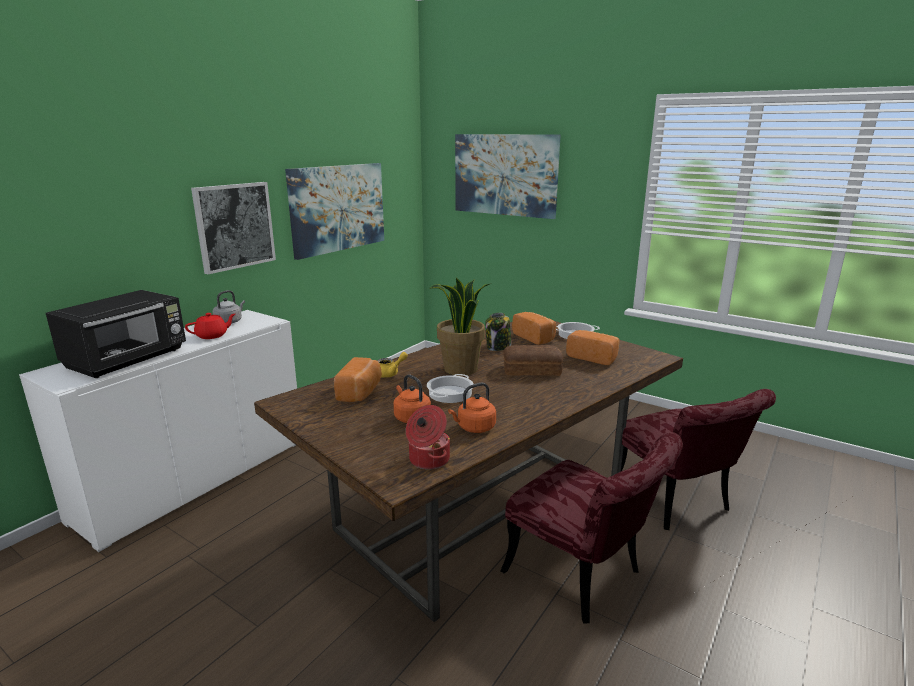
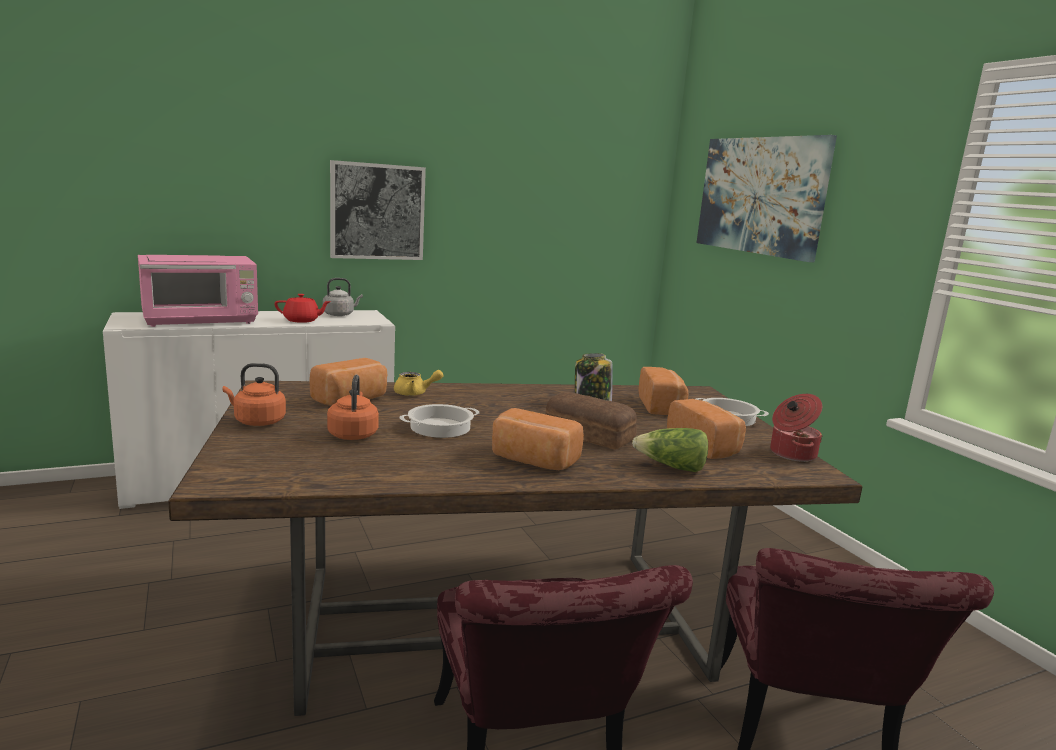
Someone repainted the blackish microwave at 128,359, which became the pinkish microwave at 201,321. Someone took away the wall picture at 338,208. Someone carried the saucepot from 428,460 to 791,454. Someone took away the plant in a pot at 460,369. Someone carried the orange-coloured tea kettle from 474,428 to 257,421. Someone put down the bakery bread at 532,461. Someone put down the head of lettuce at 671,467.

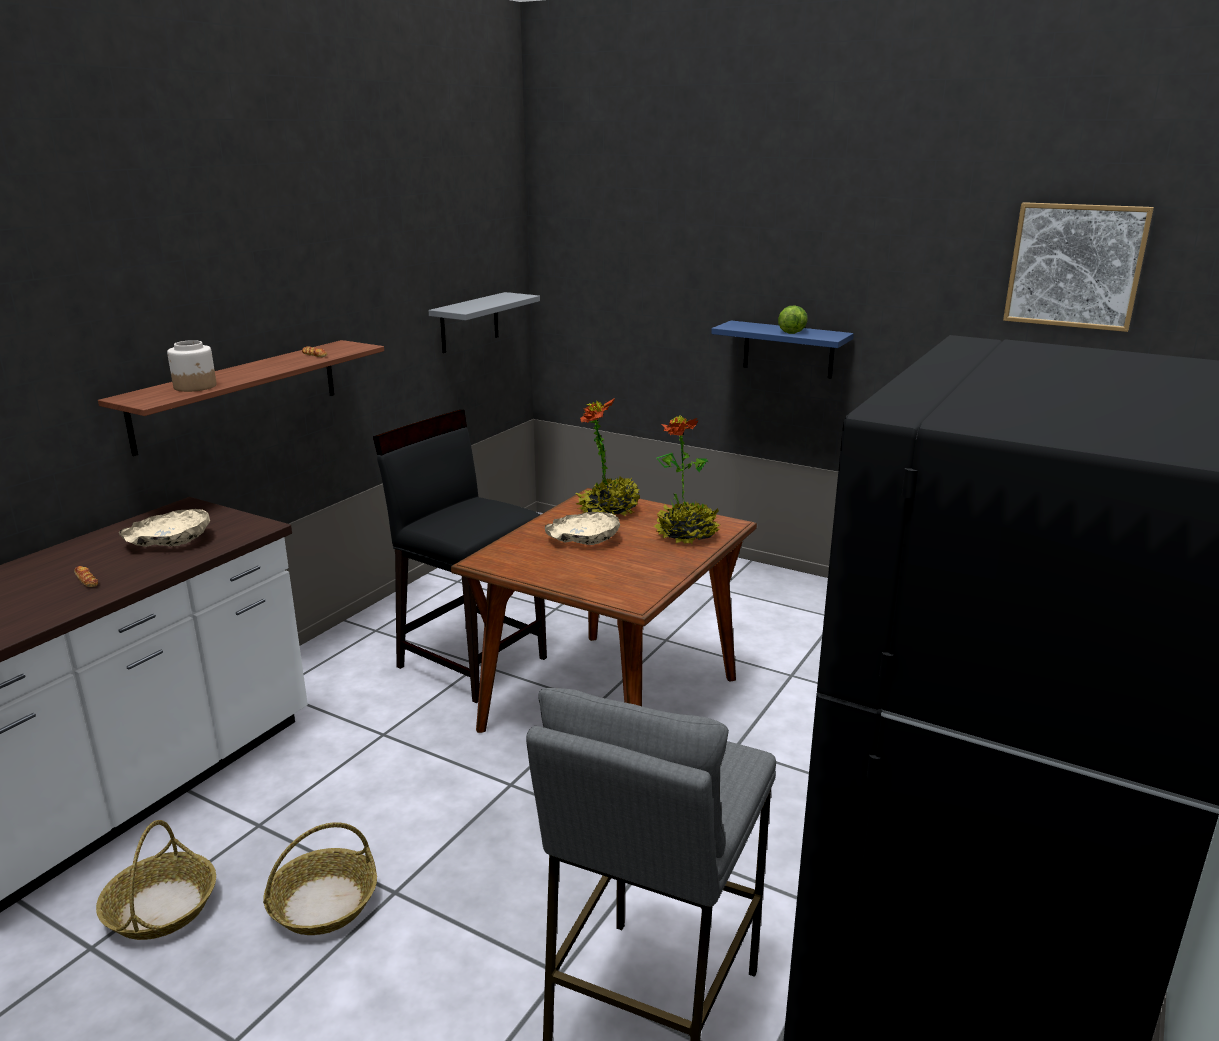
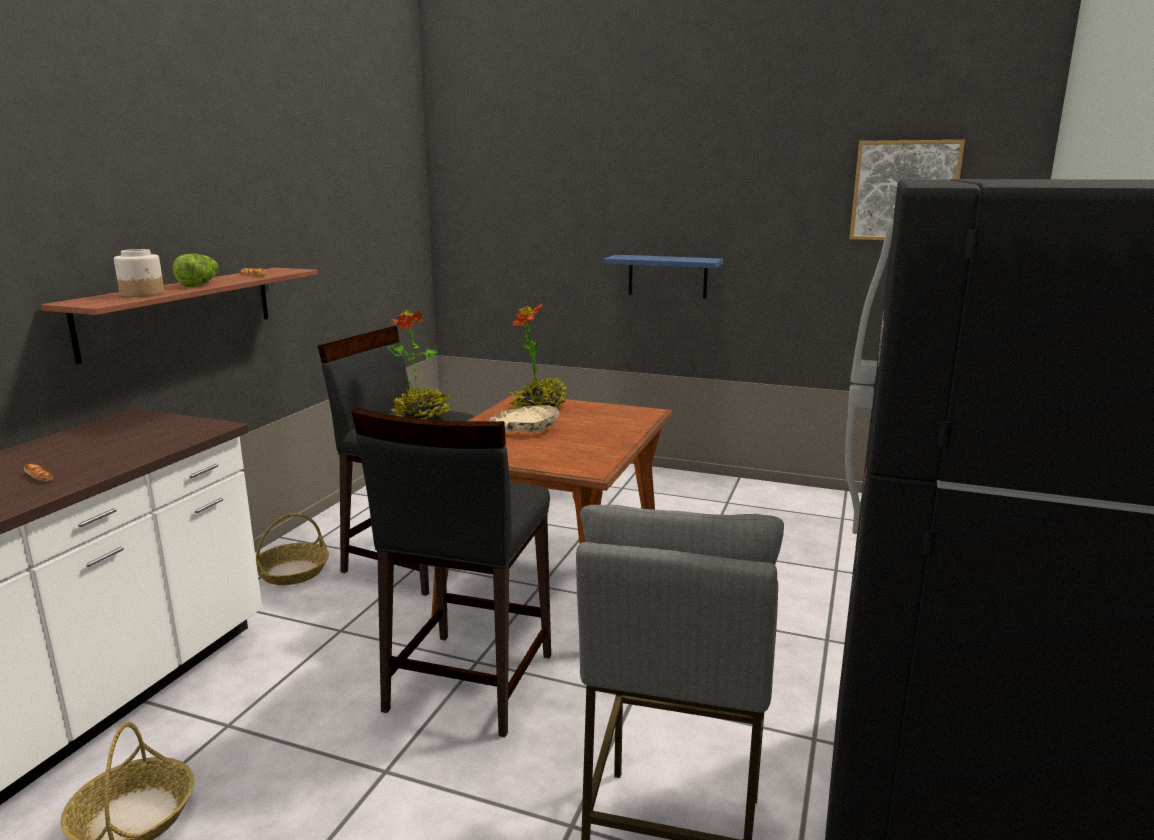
Someone took away the beige-coloured serving bowl at 170,541. Someone carried the basket from 323,904 to 292,572. Someone took away the gray wall shelf at 469,322. Someone carried the plant in a pot from 686,535 to 422,417. Someone carried the head of lettuce from 791,331 to 200,284. Someone put down the blackish sitting stool at 468,682.

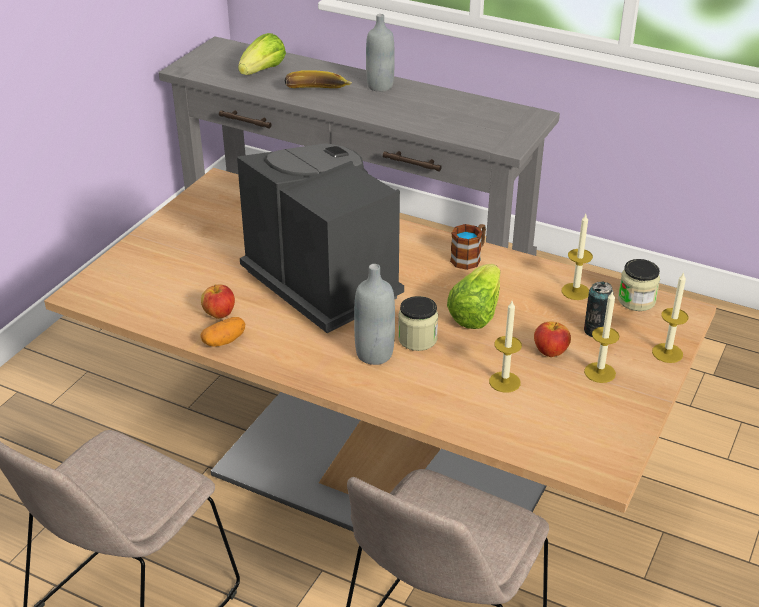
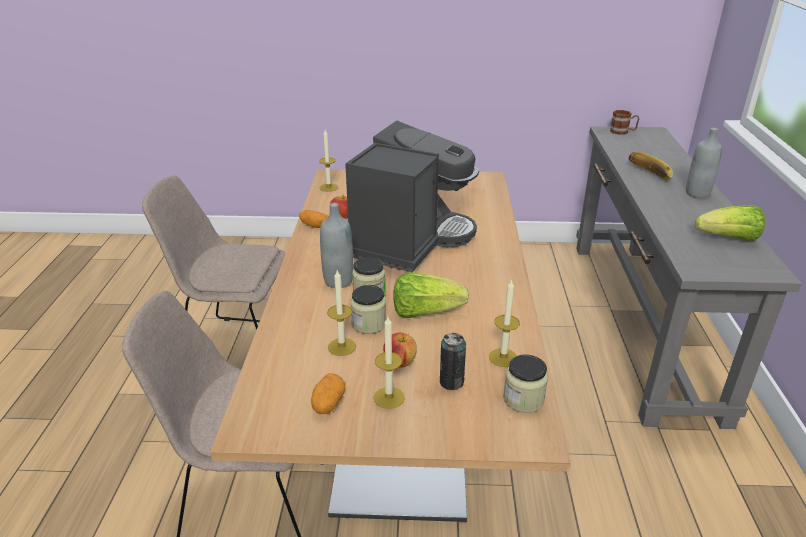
Someone carried the head of lettuce from 263,71 to 729,239. Someone carried the tea mug from 469,258 to 623,132. Someone carried the candle from 667,353 to 329,187. Someone put down the spud at 328,403. Someone put down the preserve jar at 369,324.

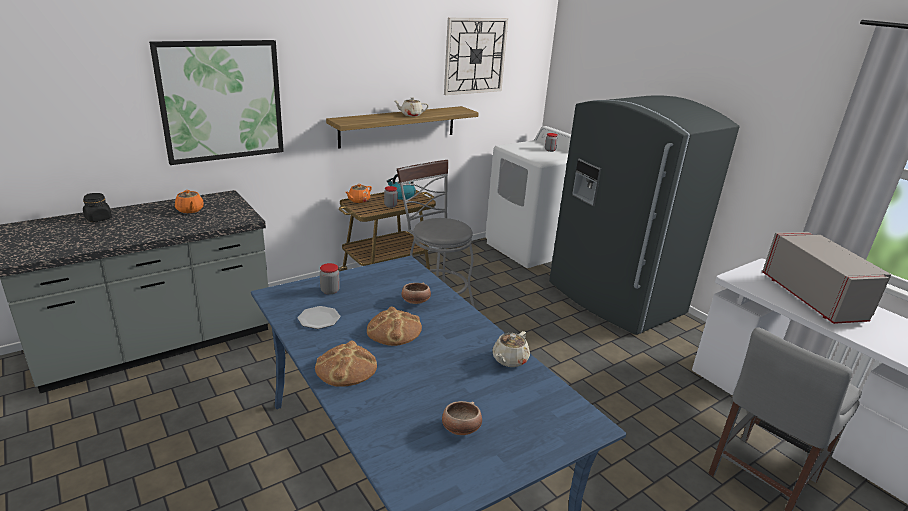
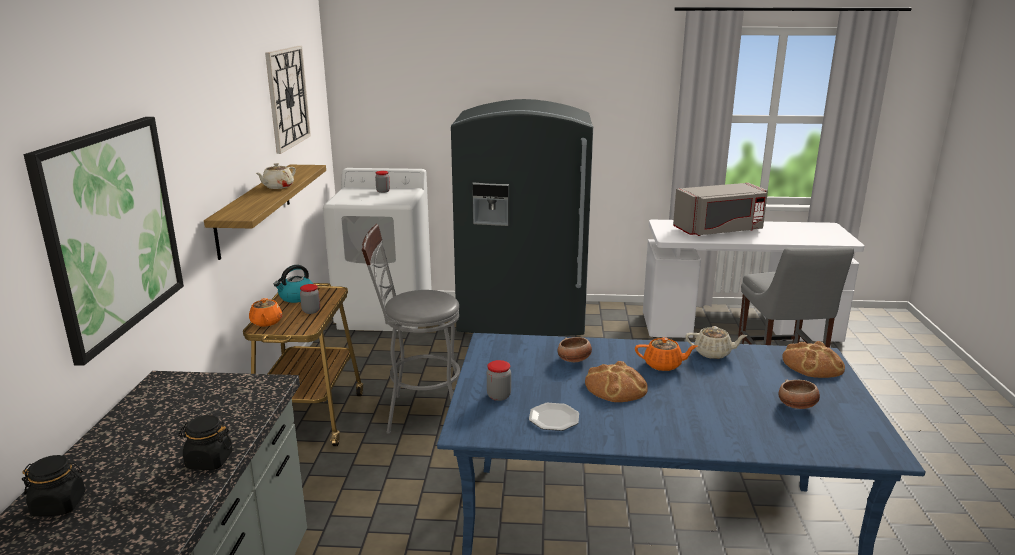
Someone carried the orange-coloured pot for tea from 190,210 to 663,365. Someone carried the bakery bread from 346,367 to 813,364. Someone rotated the beige-coloured pot for tea at 509,360 by 60 degrees counterclockwise. Someone rotated the gray microwave at 814,298 by 135 degrees clockwise. Someone put down the blackish preserve jar at 209,461.

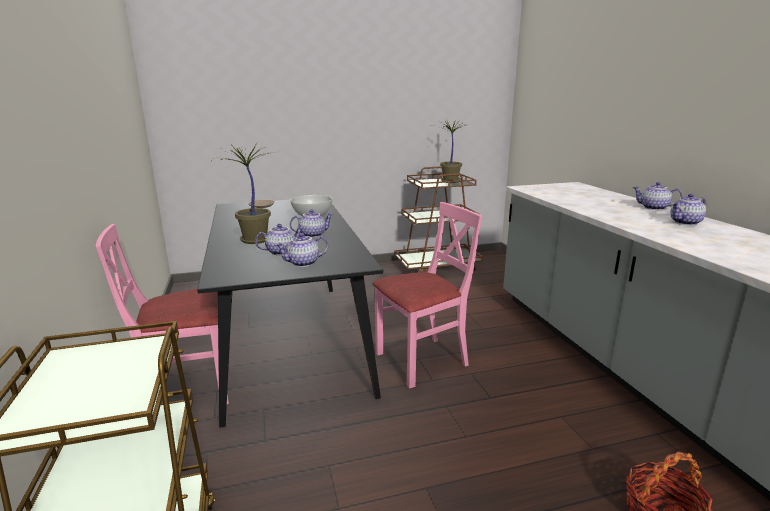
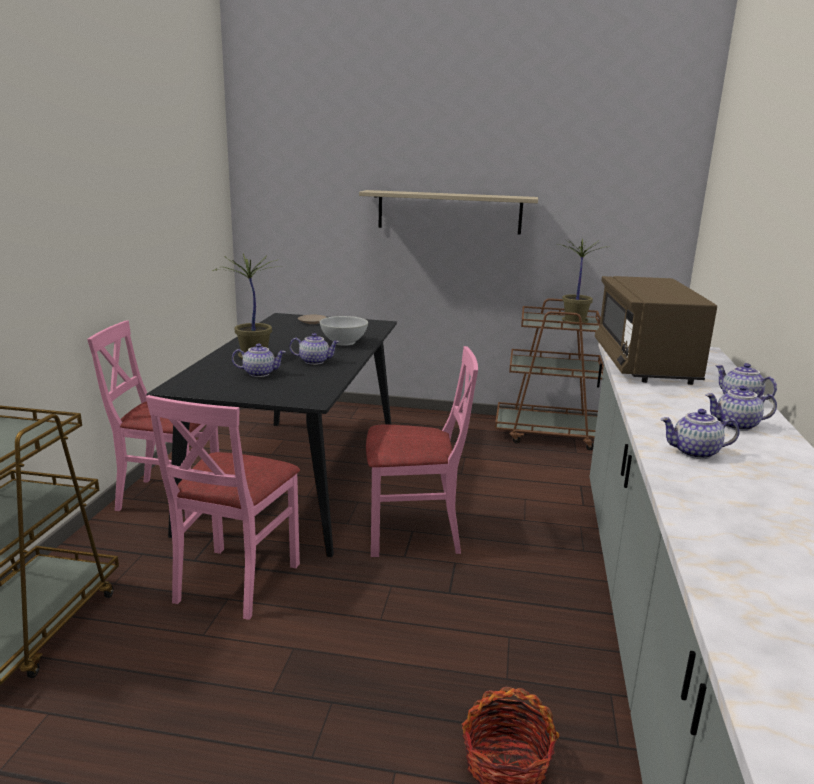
Someone carried the pot for tea from 303,263 to 695,453. Someone put down the pinkish upright chair at 235,581. Someone put up the wall shelf at 449,212. Someone put down the brown microwave at 644,364.

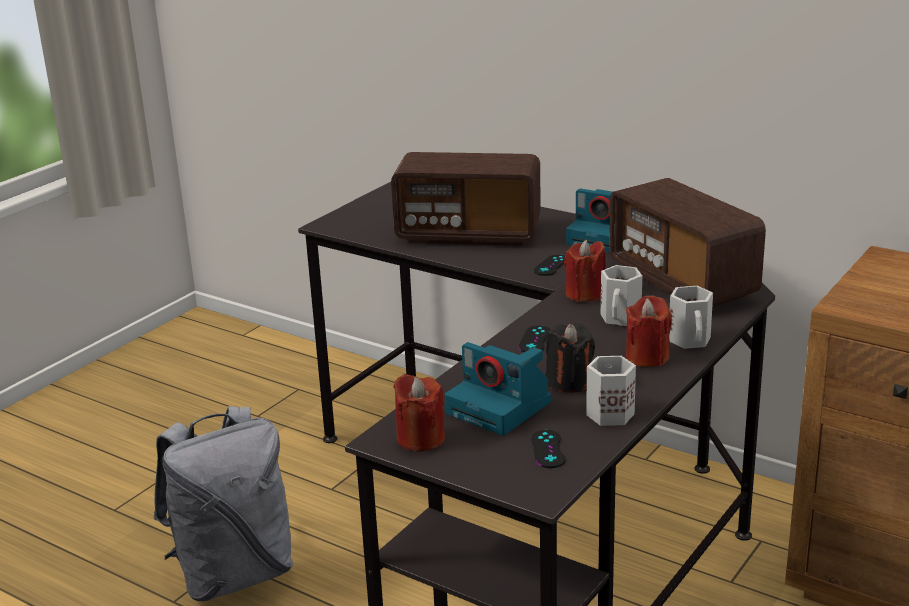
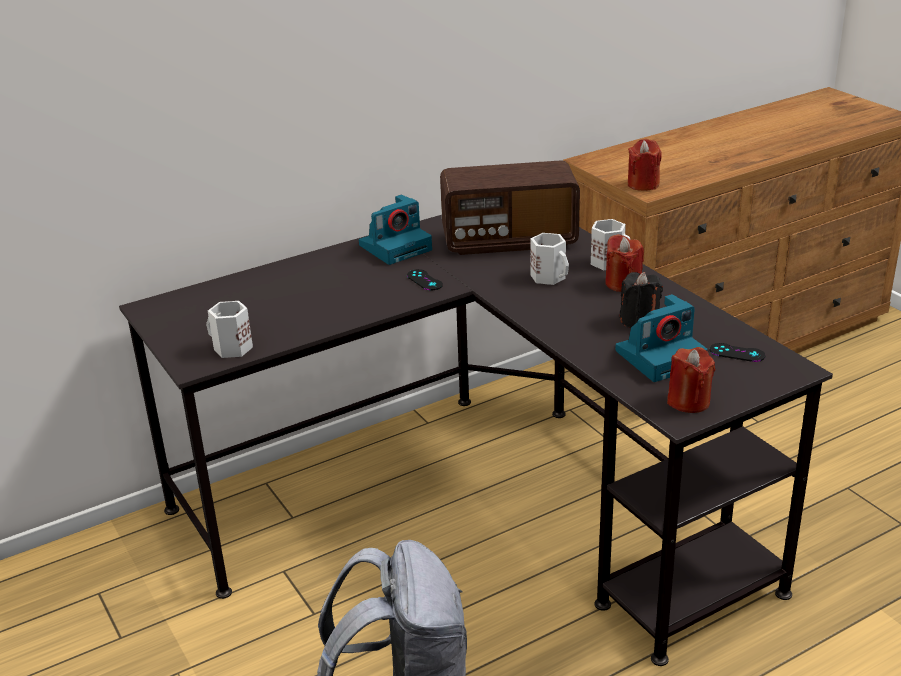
Someone took away the radio receiver at 468,234. Someone took away the blackish gamepad at 535,340. Someone carried the reddish candle from 585,294 to 643,184. Someone carried the white tea mug from 608,413 to 231,348.

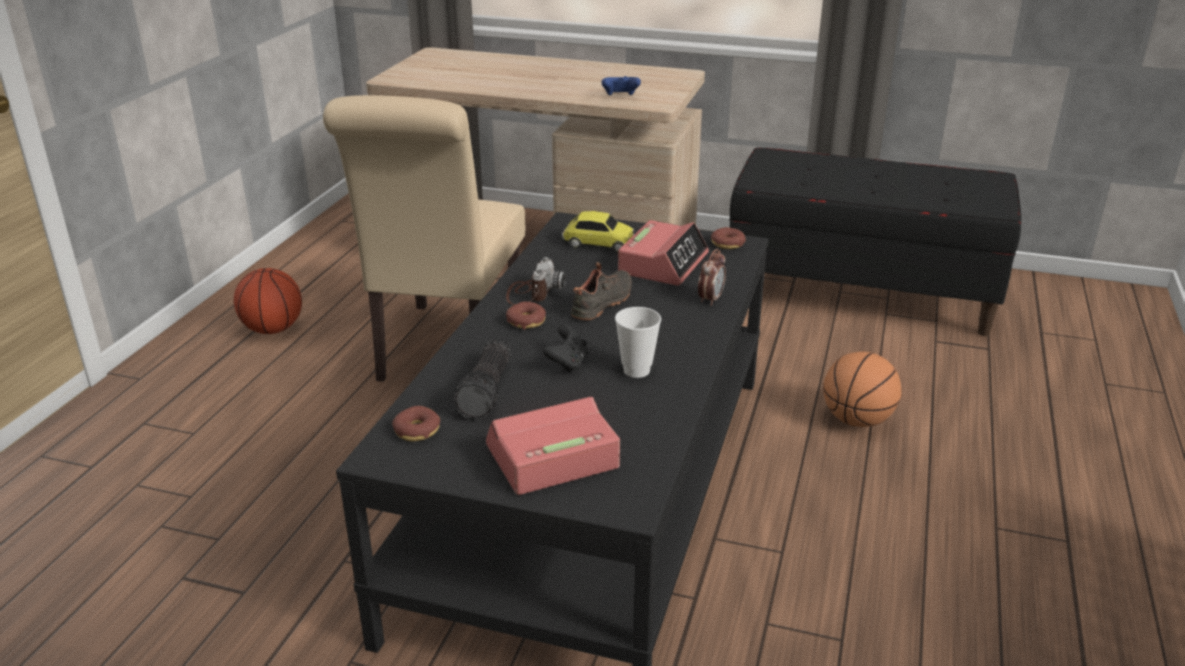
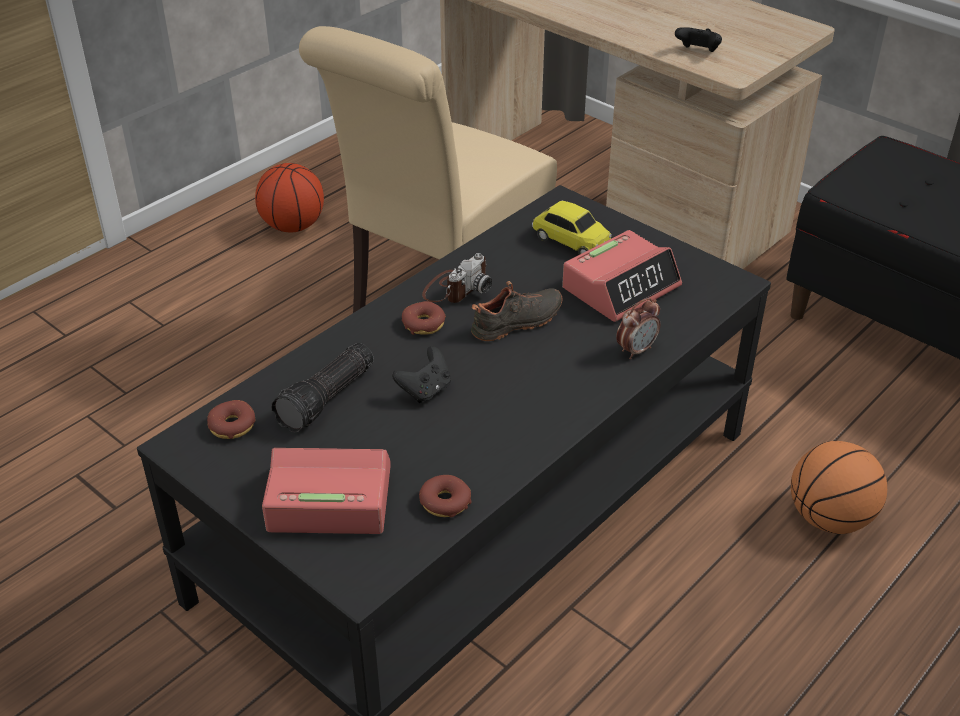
Someone repainted the bluish gamepad at 620,97, which became the blackish gamepad at 697,52. Someone took away the cup at 636,370. Someone carried the ring doughnut from 727,244 to 445,502.

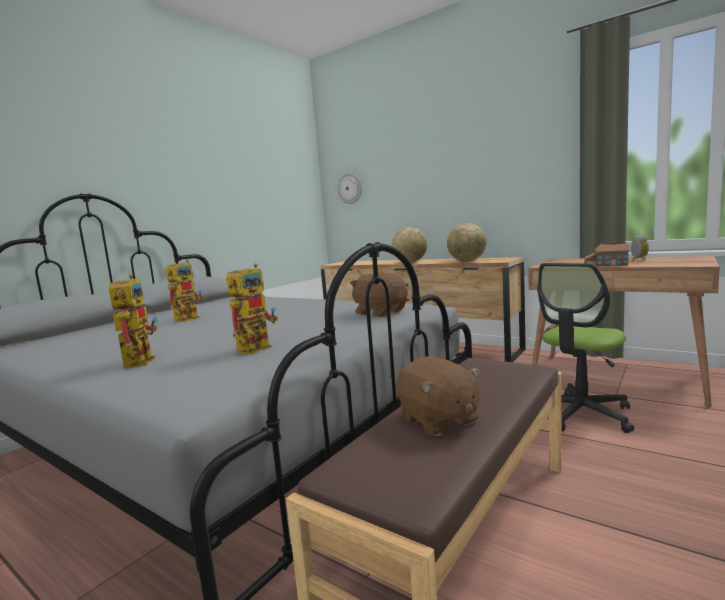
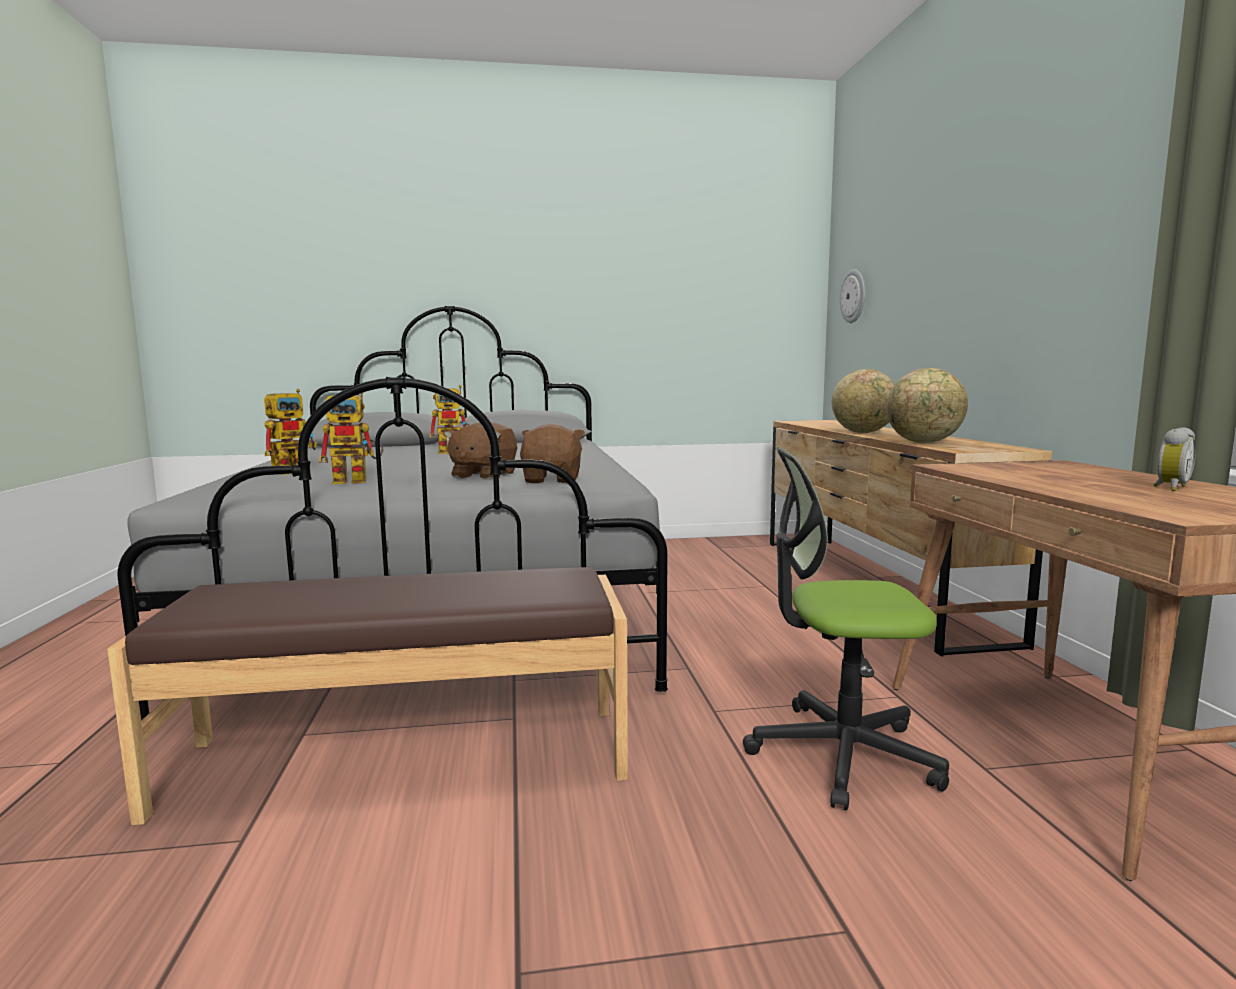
Someone carried the brown plush toy from 438,420 to 483,475. Someone took away the toy house at 605,264.

